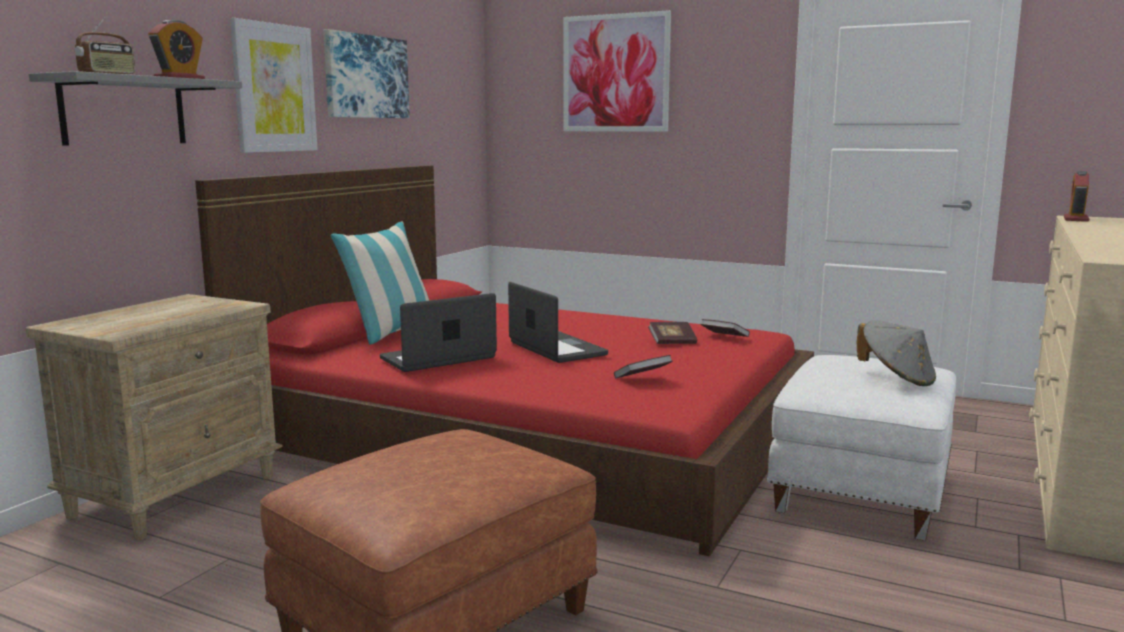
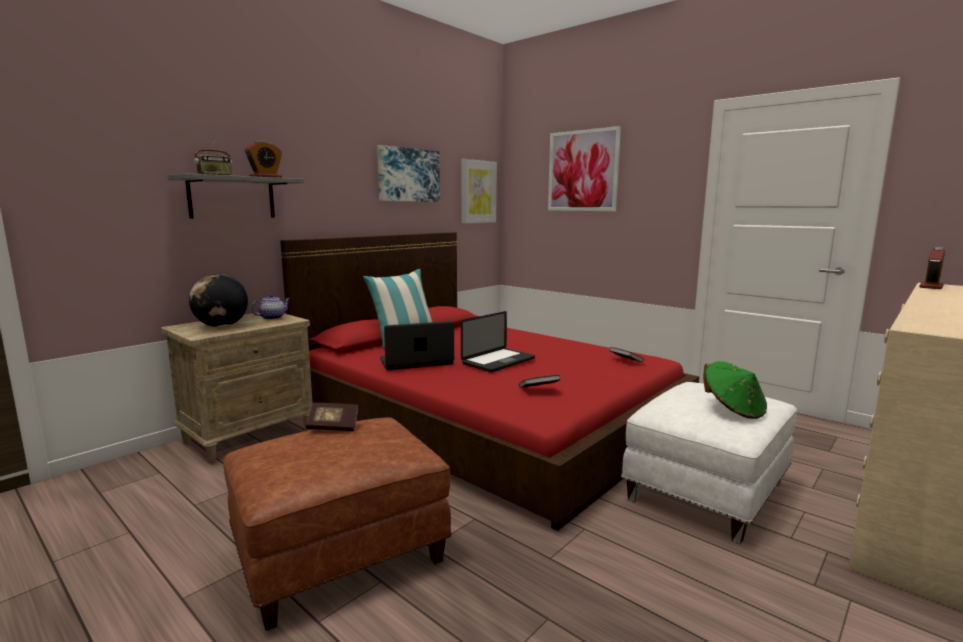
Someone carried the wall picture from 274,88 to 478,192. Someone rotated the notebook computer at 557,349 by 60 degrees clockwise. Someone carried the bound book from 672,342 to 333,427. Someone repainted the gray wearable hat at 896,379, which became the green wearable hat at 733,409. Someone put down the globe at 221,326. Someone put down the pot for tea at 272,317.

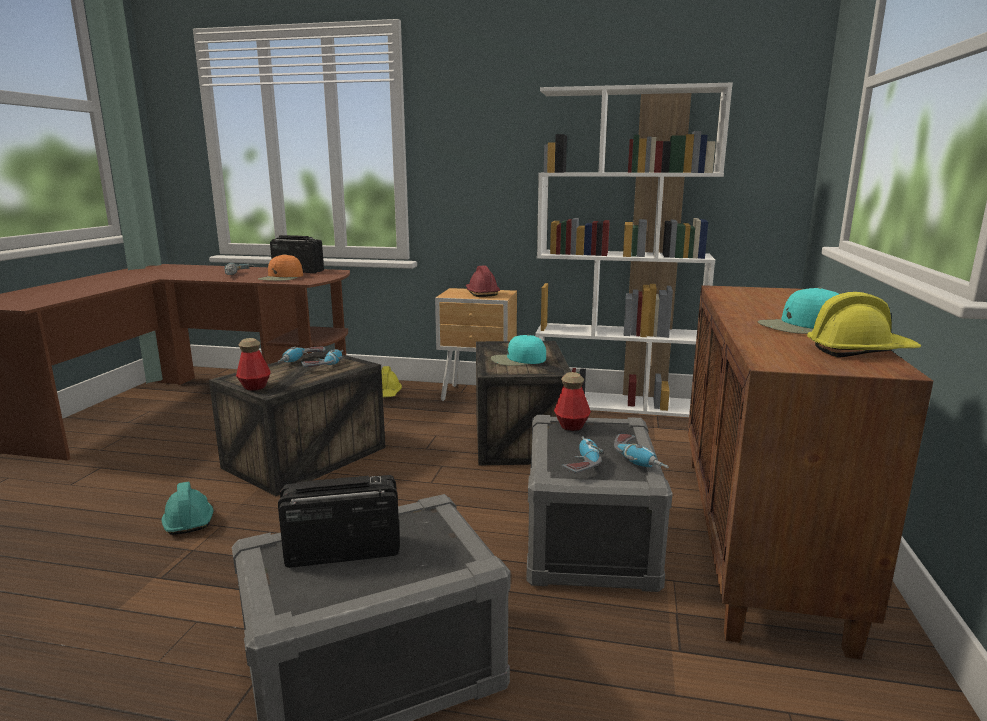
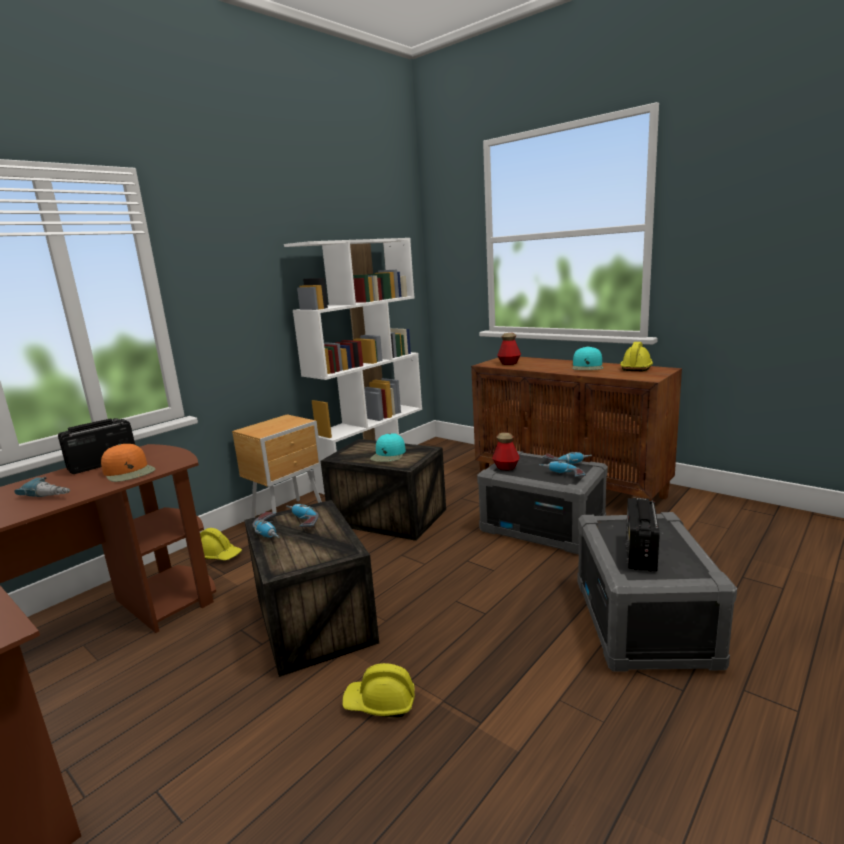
Someone repainted the blue-green safety helmet at 188,519, which became the yellow safety helmet at 380,703. Someone carried the drink bottle from 255,387 to 509,363. Someone took away the reddish safety helmet at 481,293.

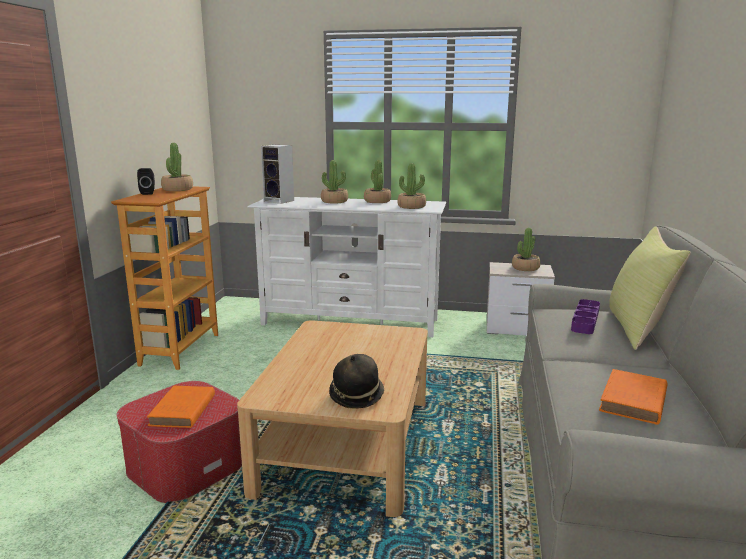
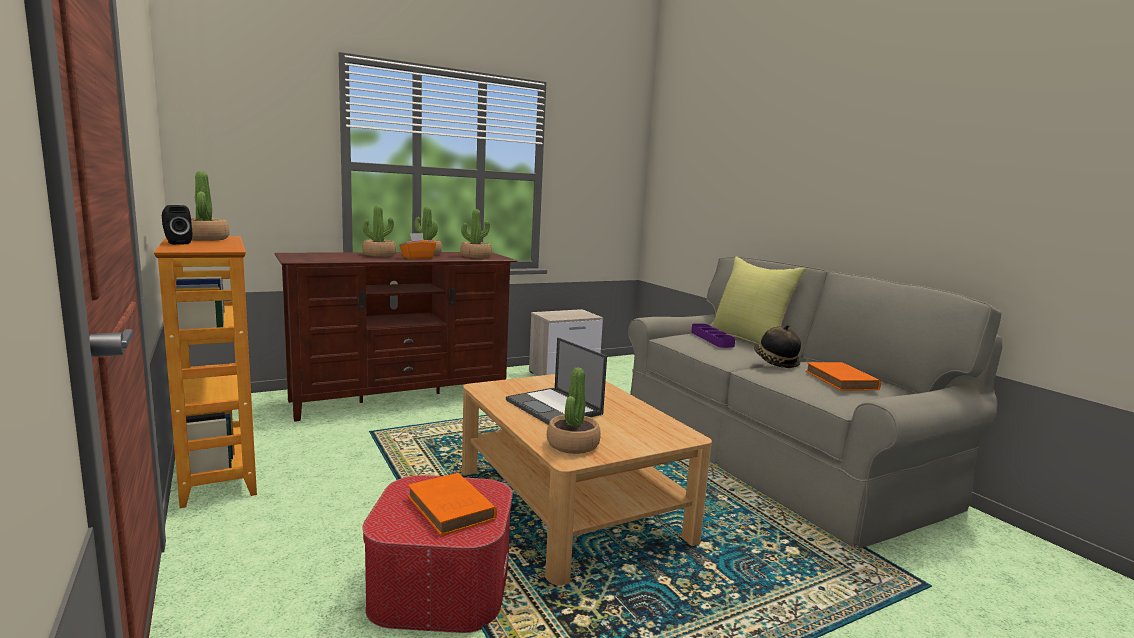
Someone repainted the white tv unit at 350,321, which became the brown tv unit at 401,397. Someone took away the loudspeaker at 280,201. Someone carried the wearable hat from 356,395 to 775,362. Someone carried the plant in a pot from 525,268 to 572,444. Someone put down the orange-coloured tissue holder at 417,258. Someone put down the notebook computer at 554,407.

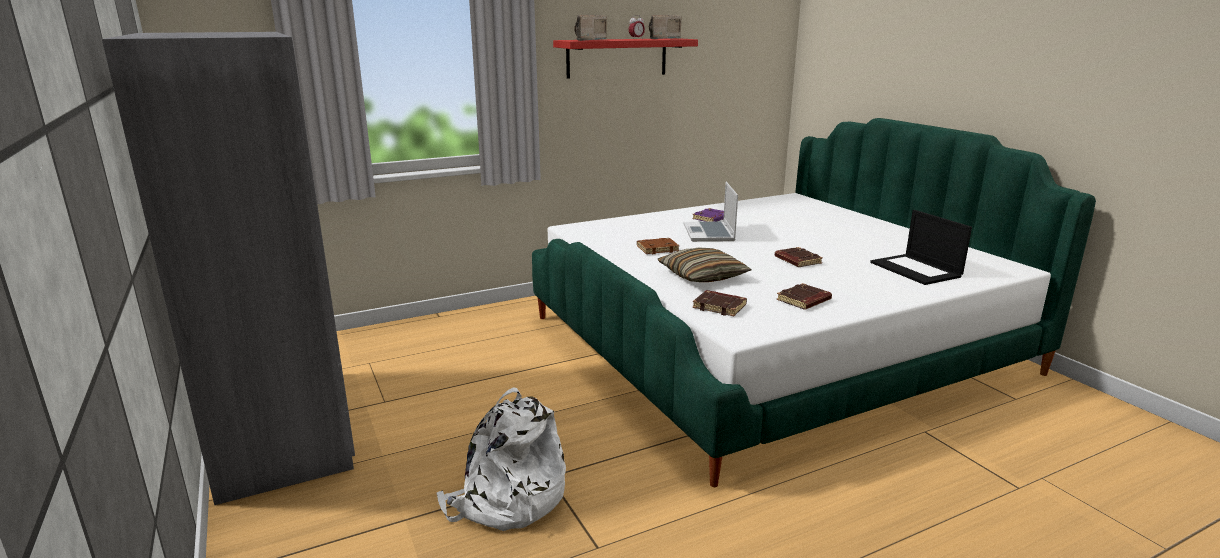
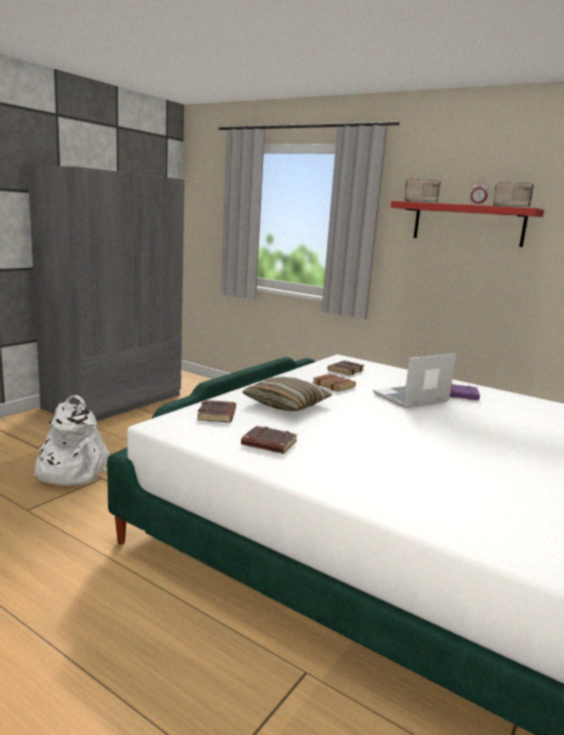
Someone carried the brown bound book from 797,260 to 345,370. Someone took away the notebook computer at 916,270.

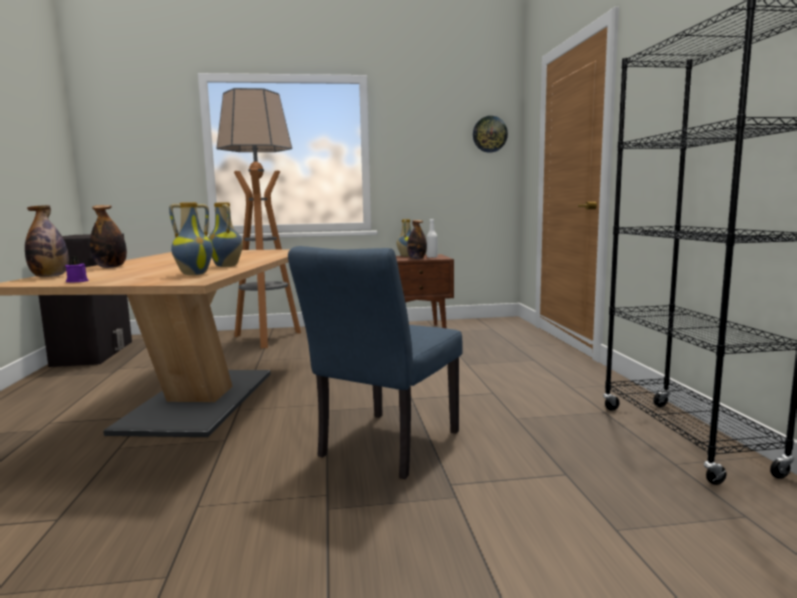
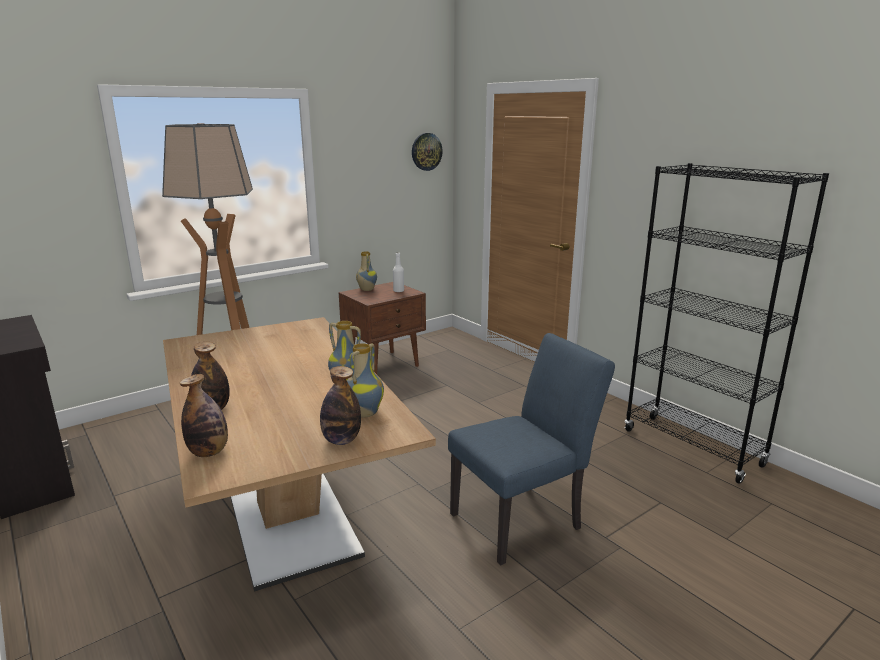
Someone took away the purplish candle at 77,281. Someone rotated the bluish upright chair at 383,448 by 120 degrees counterclockwise. Someone carried the drink bottle from 416,258 to 341,440.

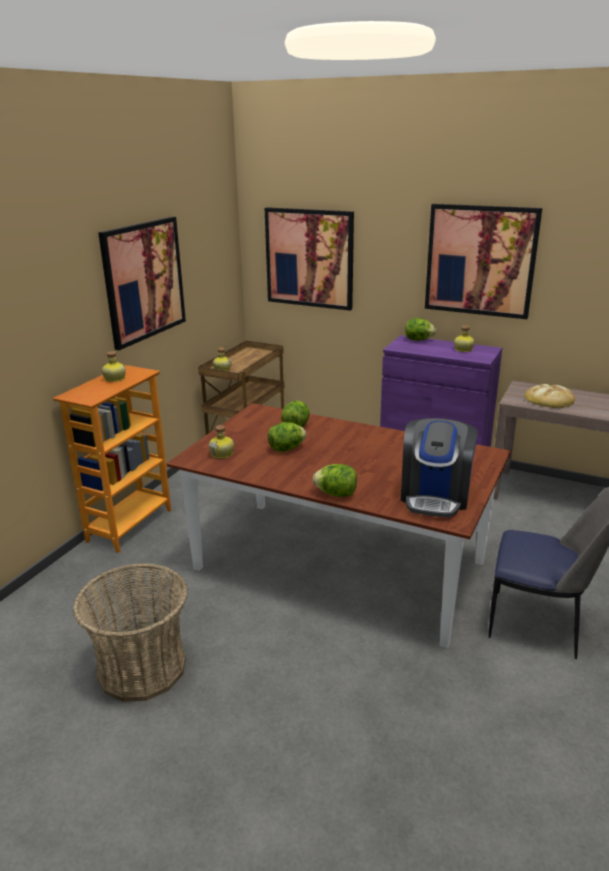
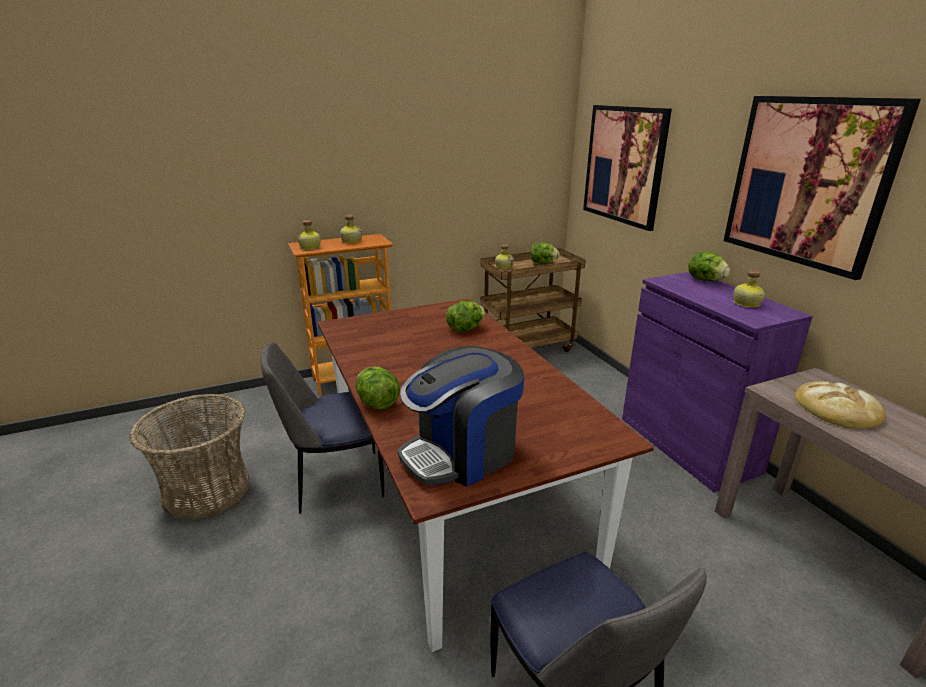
Someone took away the wall picture at 144,281. Someone carried the drink bottle from 223,454 to 310,247. Someone carried the head of lettuce from 286,449 to 543,263. Someone put down the upright chair at 336,481.

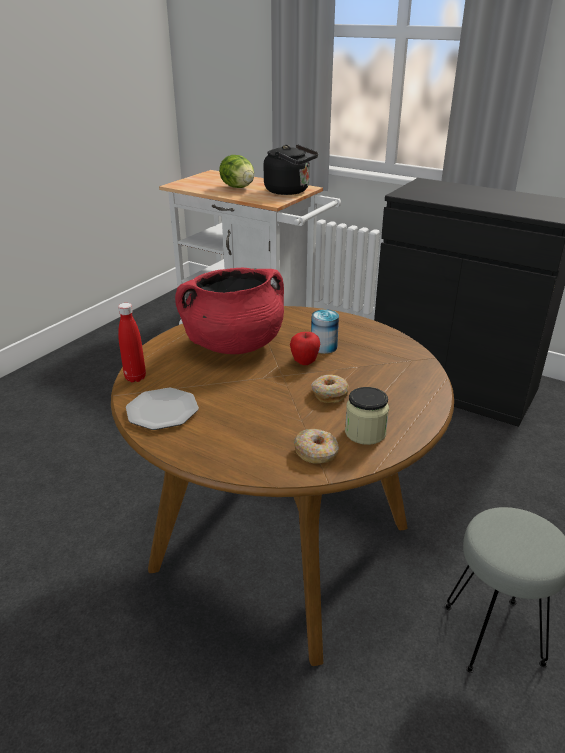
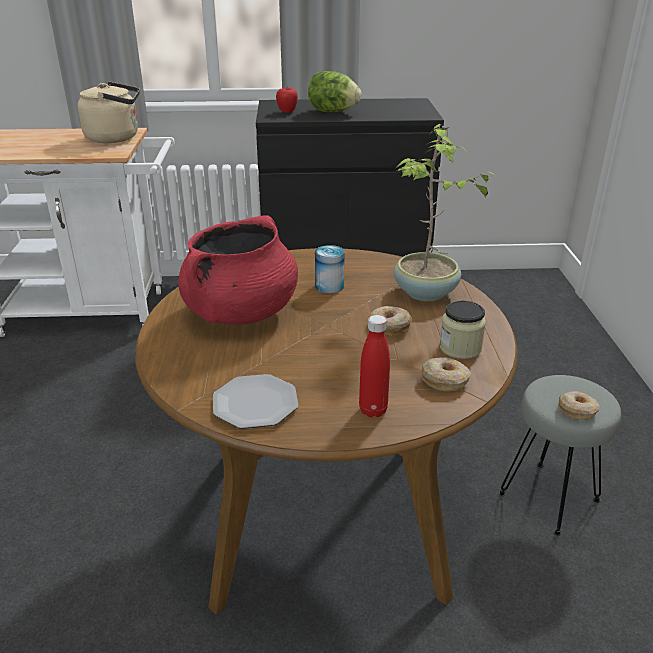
Someone carried the reddish drink bottle from 135,378 to 373,410. Someone carried the head of lettuce from 238,187 to 332,112. Someone repainted the blackish tea kettle at 290,191, which became the beige-coloured tea kettle at 116,138. Someone carried the apple from 304,362 to 287,112. Someone put down the plant in a pot at 426,293. Someone put down the ring doughnut at 577,410.

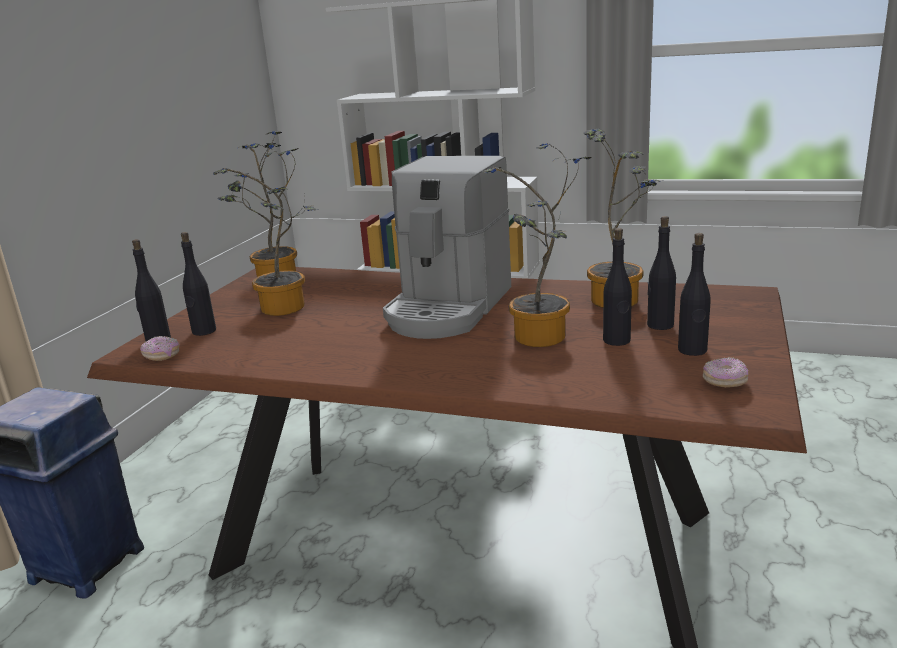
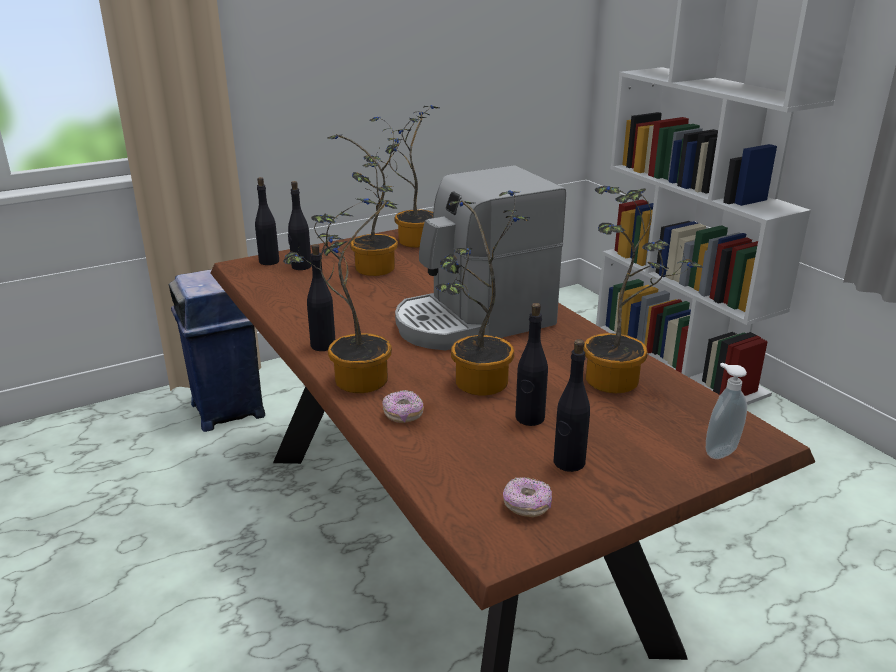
Someone carried the ring doughnut from 162,356 to 403,415. Someone carried the blackish drink bottle from 660,325 to 323,345. Someone put down the plant in a pot at 353,378. Someone put down the soap bottle at 719,451.

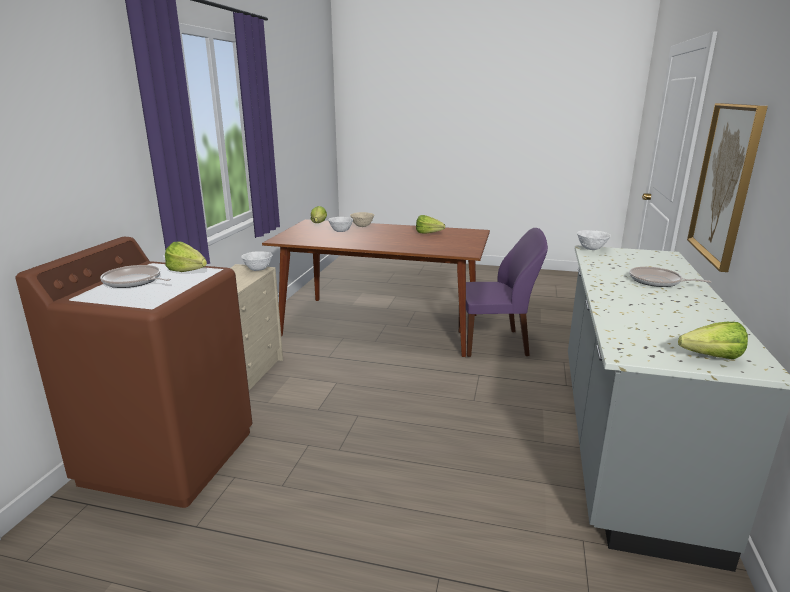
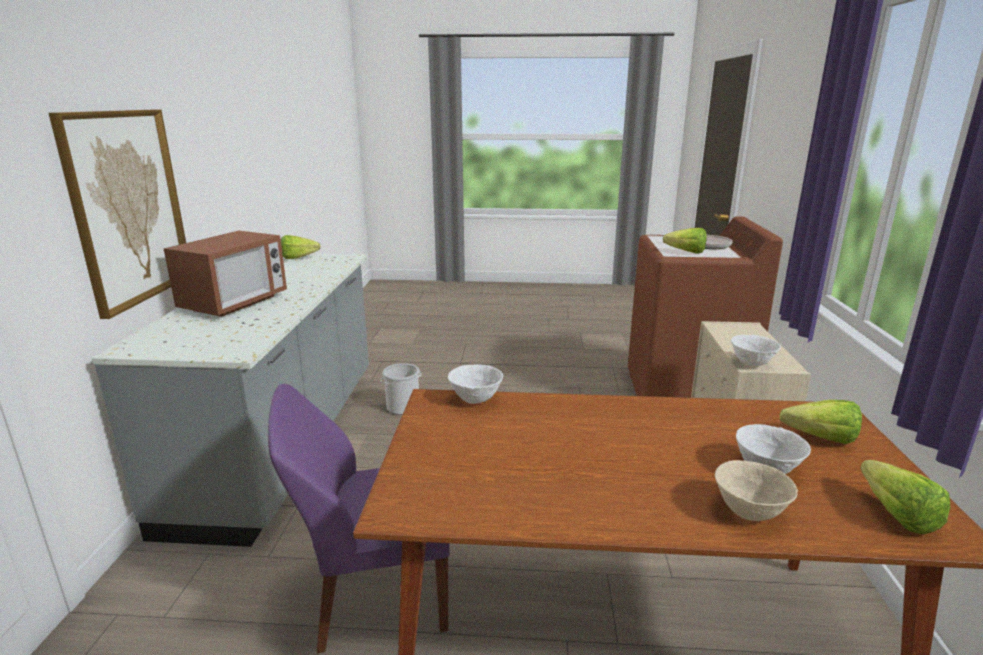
Someone carried the head of lettuce from 430,234 to 814,437. Someone carried the white serving bowl from 591,249 to 475,399. Someone swapped the frying pan at 657,281 for the microwave at 235,303. Someone put down the bucket at 403,407.

